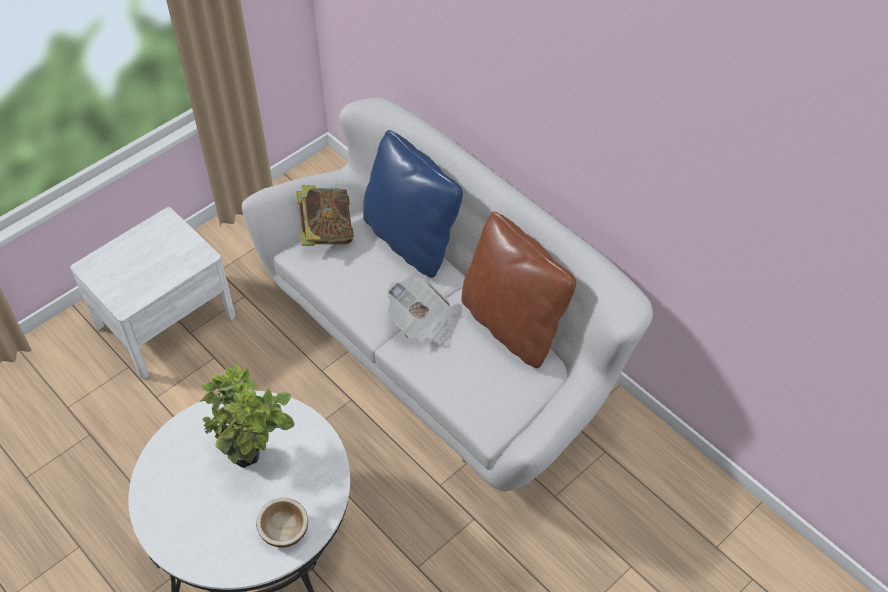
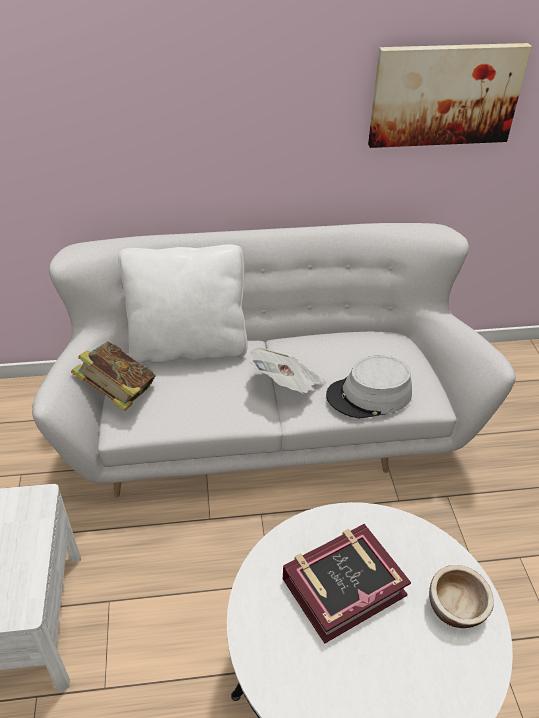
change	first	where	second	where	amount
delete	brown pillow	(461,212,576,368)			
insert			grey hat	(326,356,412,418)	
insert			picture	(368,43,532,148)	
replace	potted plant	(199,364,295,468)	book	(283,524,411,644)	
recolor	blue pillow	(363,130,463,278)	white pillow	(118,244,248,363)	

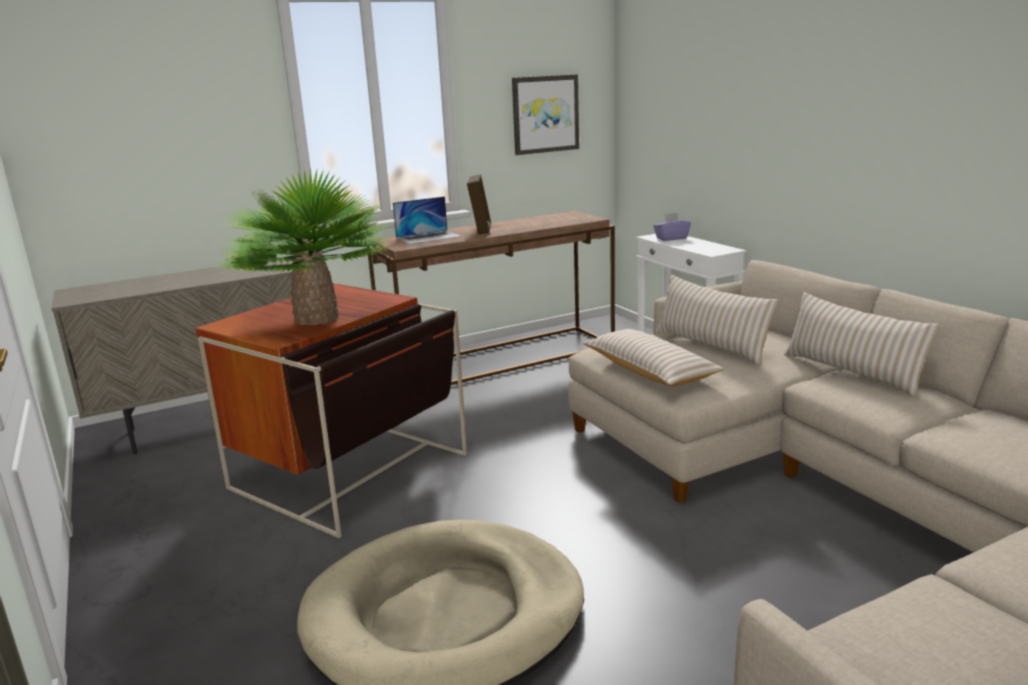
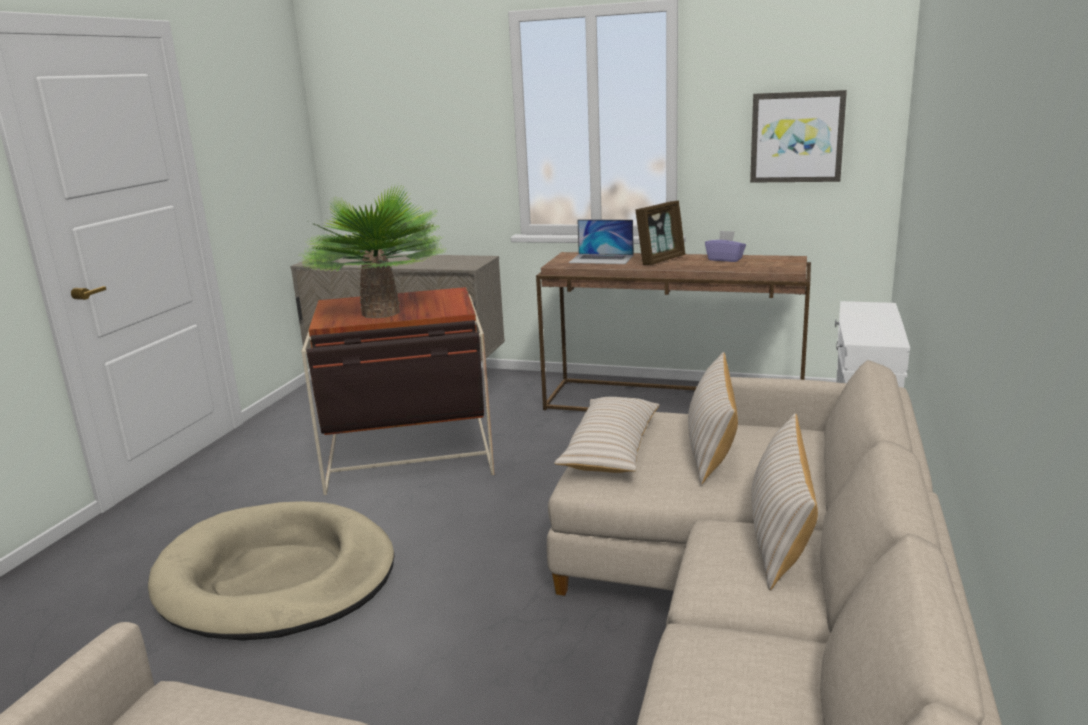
change	first	where	second	where	amount
move	purple tissue box	(654,213,691,241)		(705,231,746,262)	

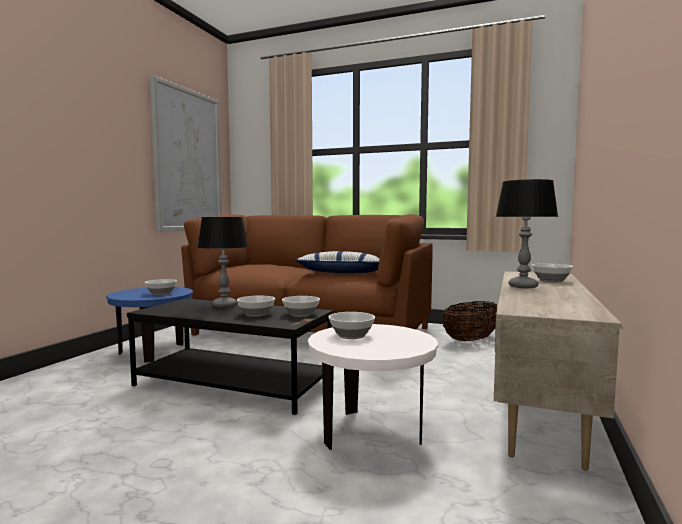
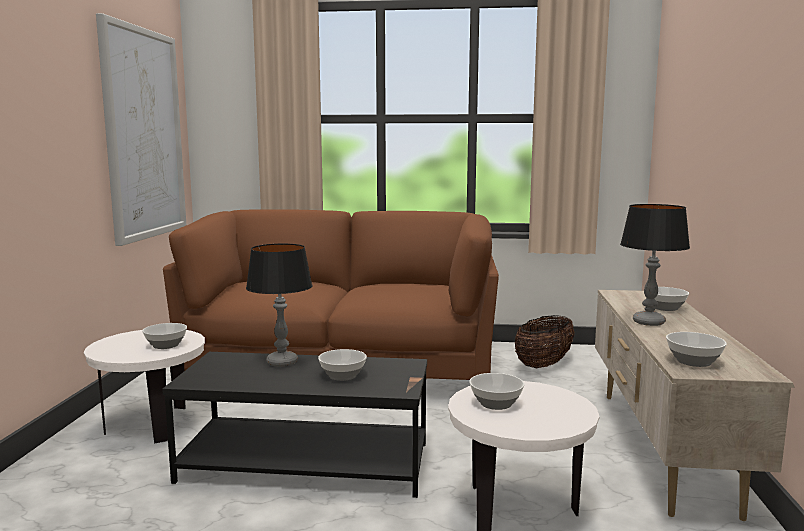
change	first	where	second	where	amount
delete	pillow	(294,251,380,273)			
move	bowl	(282,296,320,317)		(666,332,727,367)	
recolor	blue side table	(106,287,193,363)	white side table	(84,330,205,444)	

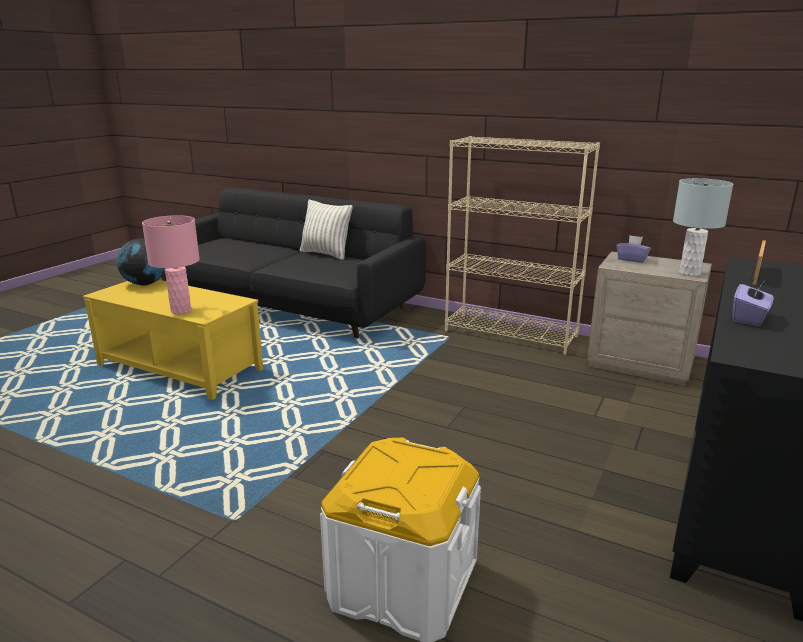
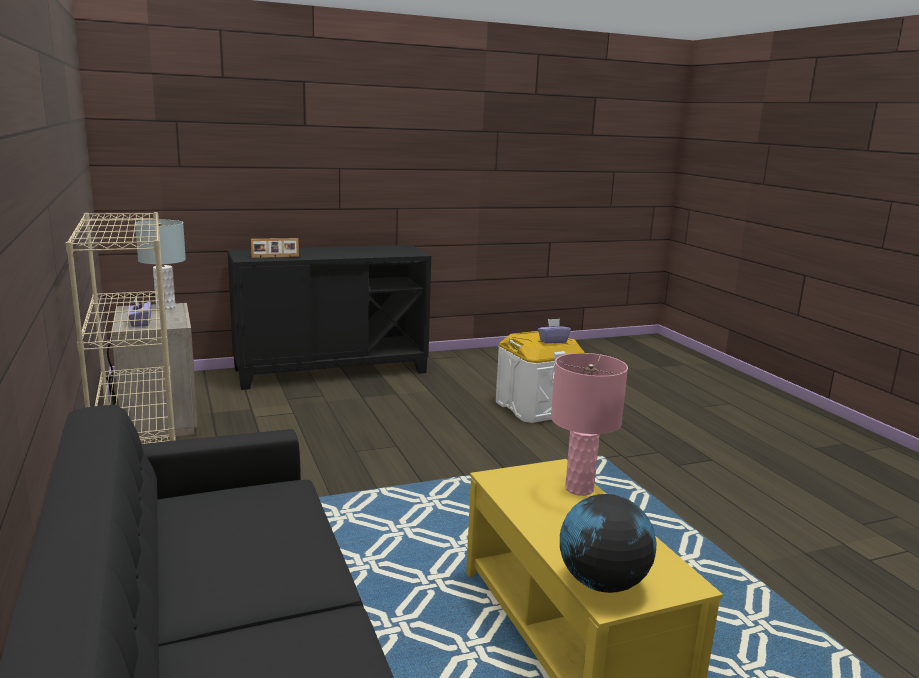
change	first	where	second	where	amount
delete	pillow	(300,200,353,260)			
move	purple tissue box	(733,283,774,326)		(538,319,571,344)	

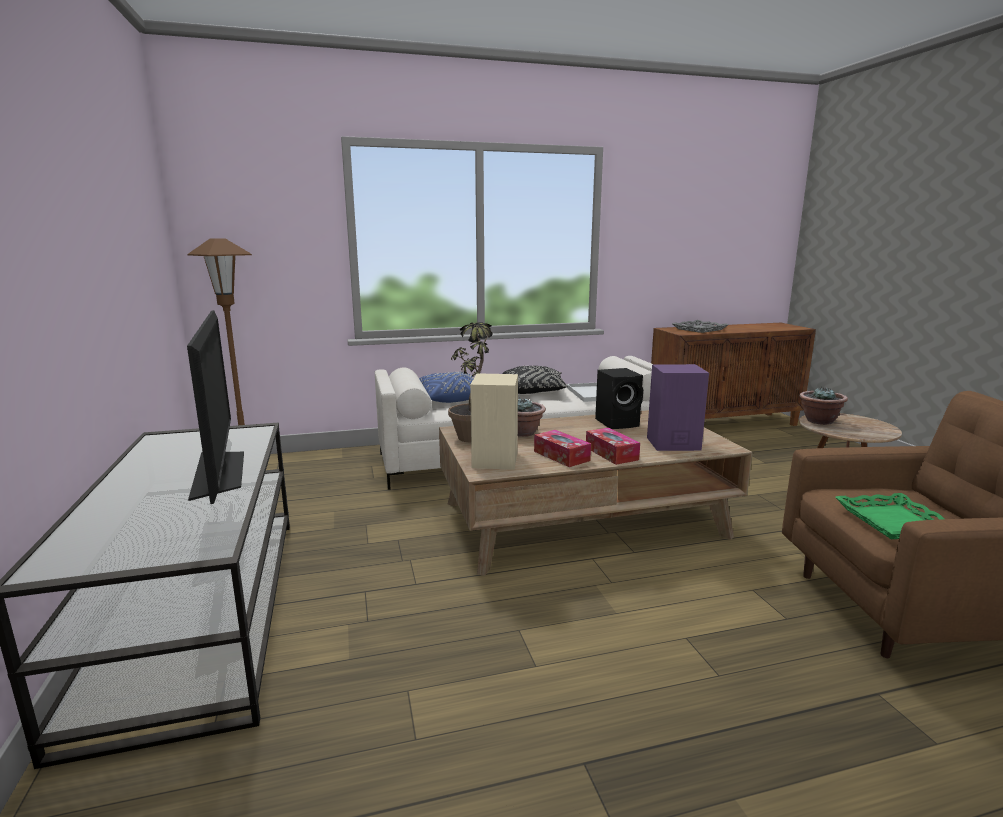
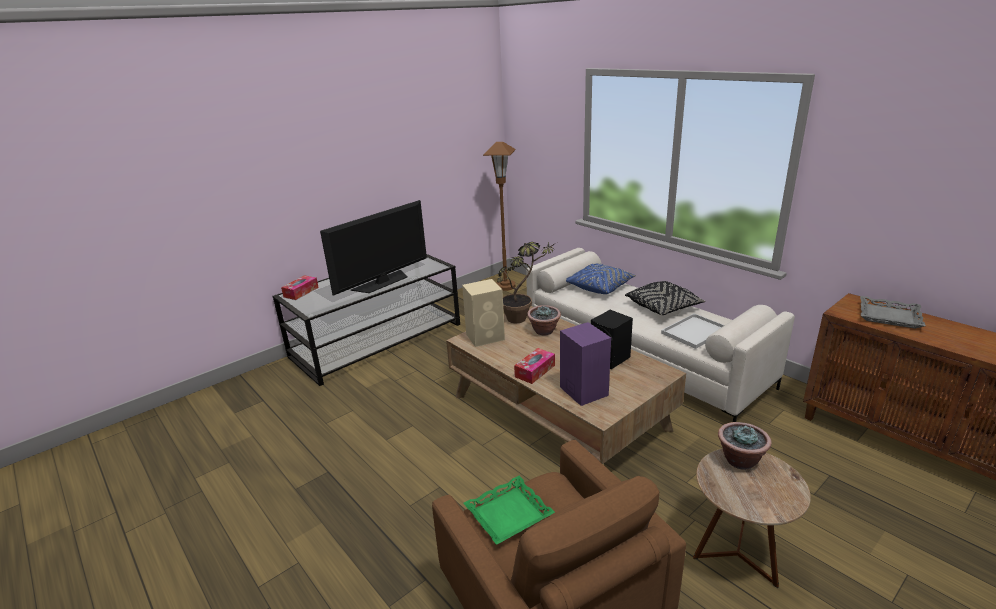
change	first	where	second	where	amount
move	tissue box	(534,430,591,467)		(281,275,319,300)	

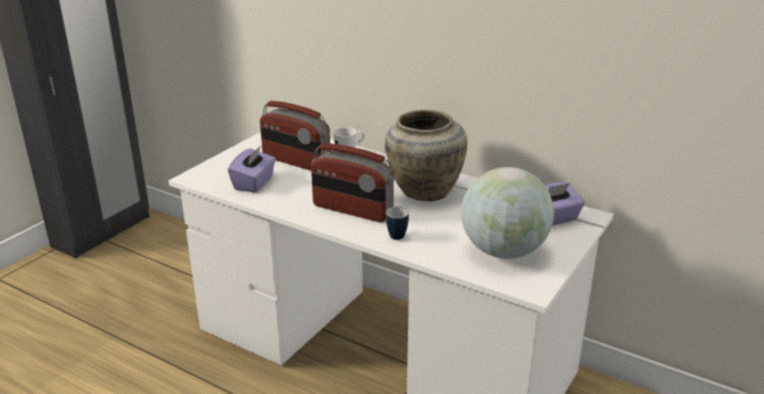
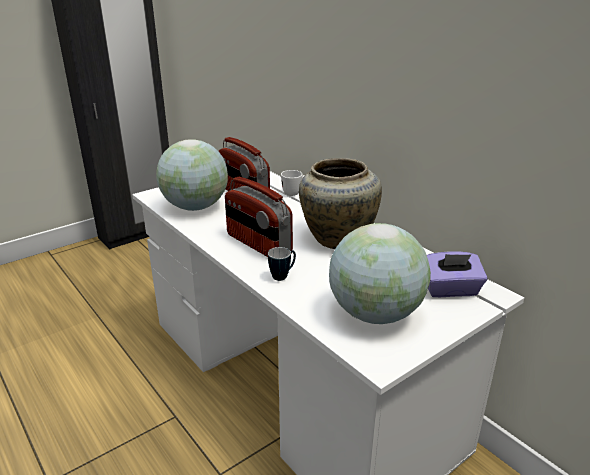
change	first	where	second	where	amount
replace	purple tissue box	(228,146,276,193)	globe	(156,139,228,211)	

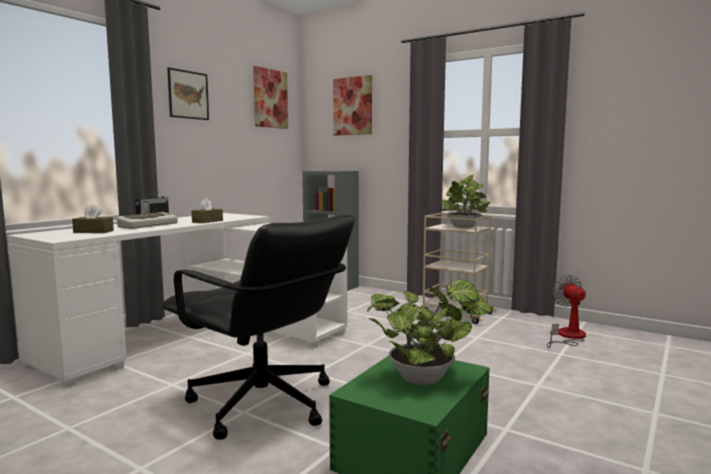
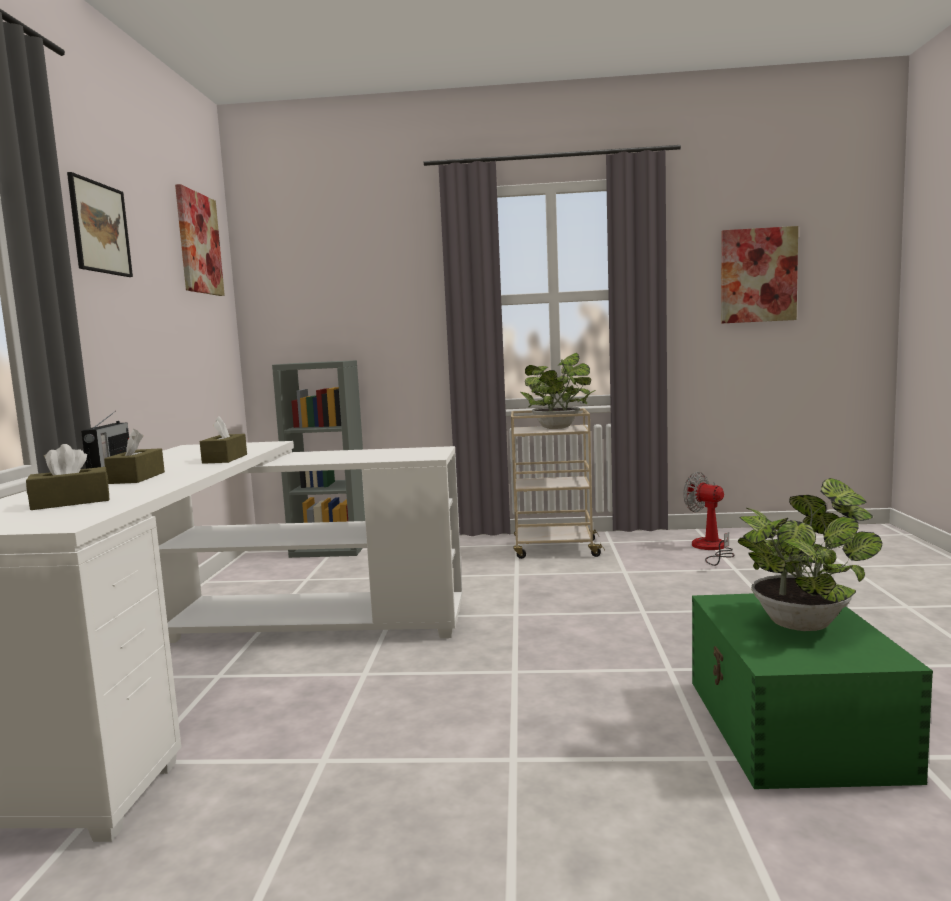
change	first	where	second	where	amount
delete	black office chair	(161,214,355,440)			
move	picture	(333,75,372,136)		(721,226,798,324)	
replace	keyboard	(117,212,178,229)	brown tissue box	(104,429,165,484)	

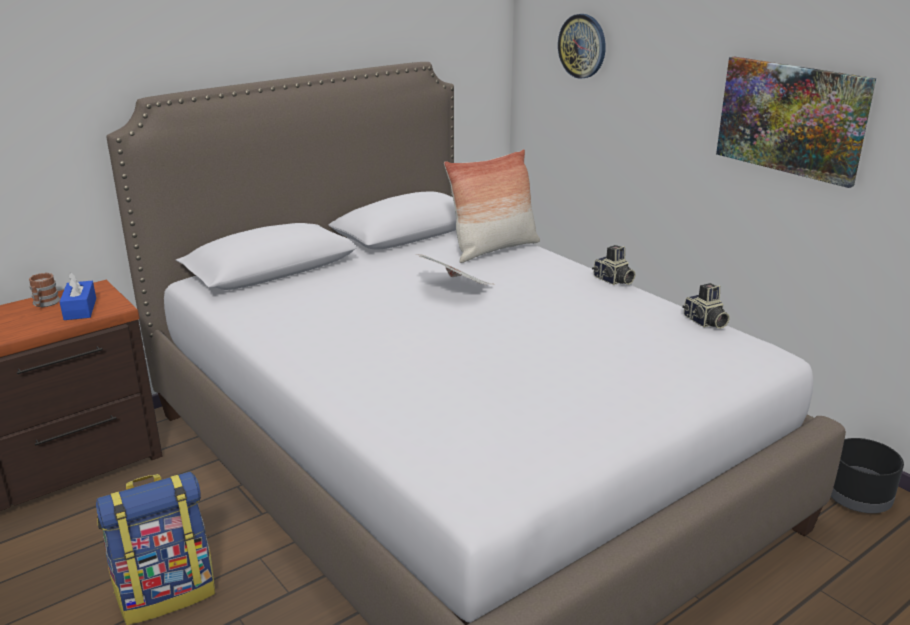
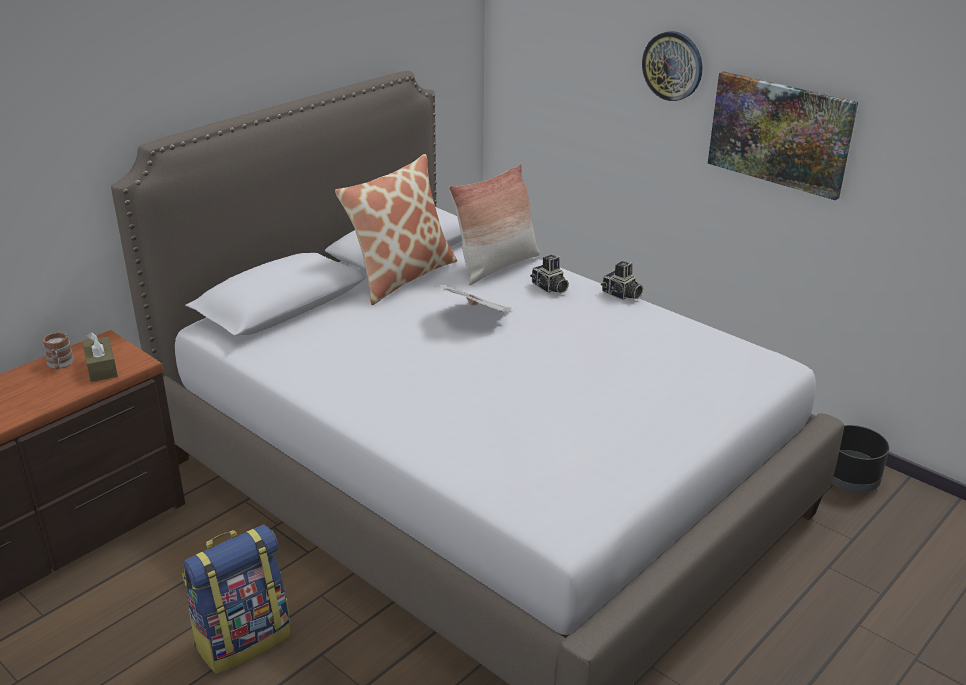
change	first	where	second	where	amount
insert			pillow	(335,154,457,305)	
move	wall clock	(558,14,606,79)		(642,31,702,101)	
move	photo camera	(682,283,730,329)		(530,255,569,294)	
recolor	blue tissue box	(60,272,96,320)	brown tissue box	(82,332,118,382)	

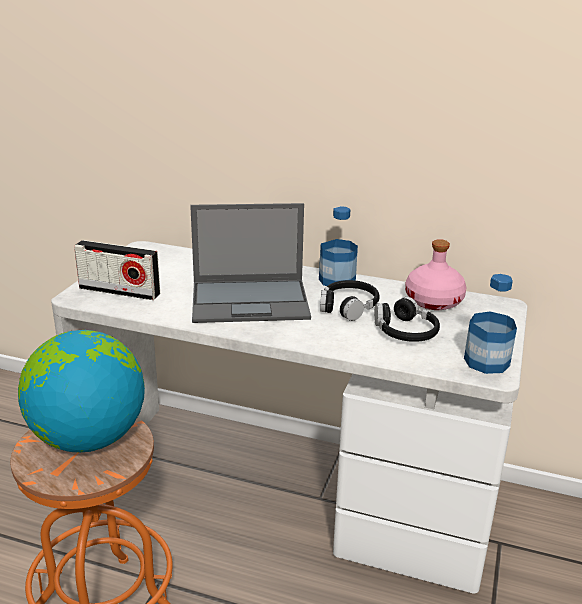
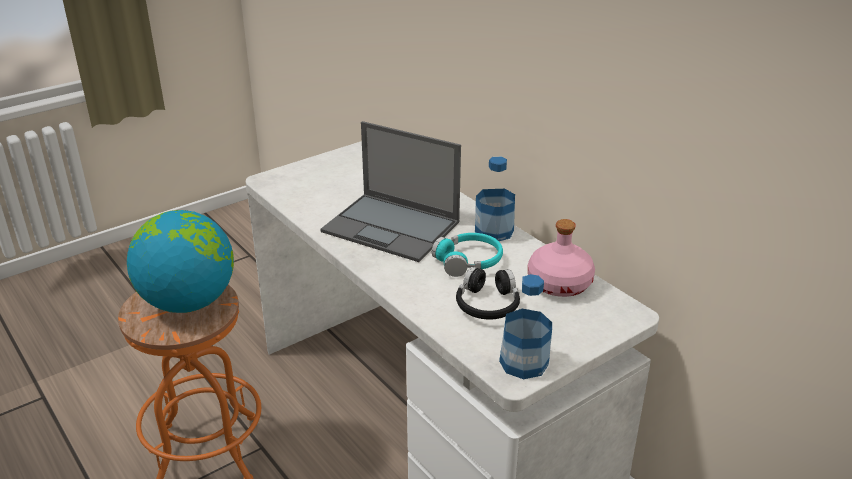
change	first	where	second	where	amount
delete	radio	(74,240,160,300)			
recolor	black headphones	(320,280,380,321)	turquoise headphones	(432,233,503,277)	

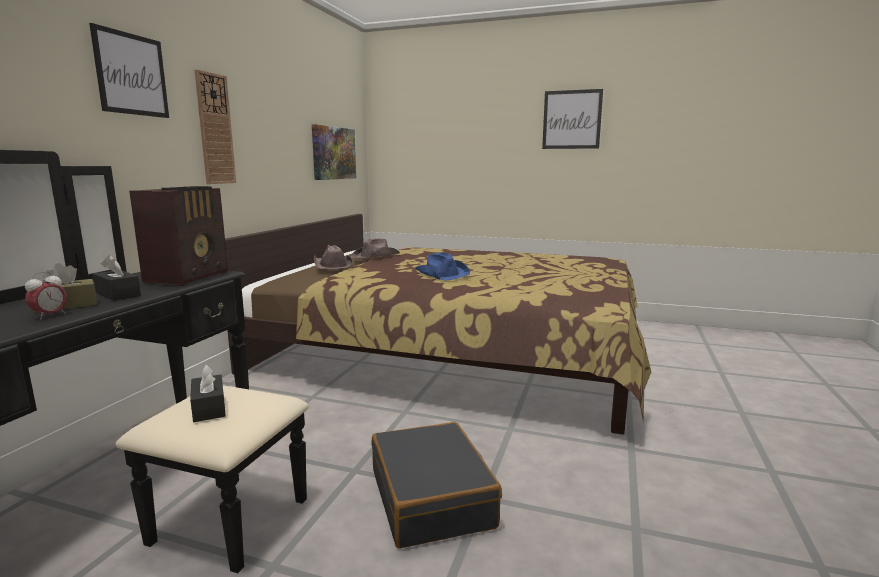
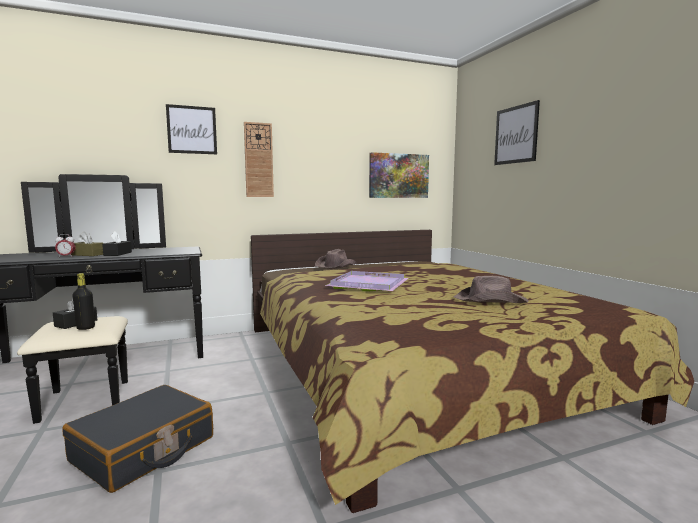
change	first	where	second	where	amount
delete	radio	(129,186,228,286)			
insert			black bottle	(72,273,95,330)	
move	brown hat	(351,238,400,259)		(454,276,528,303)	
move	picture	(542,89,603,149)		(494,100,540,165)	
replace	blue hat	(416,253,470,281)	purple tray	(325,271,408,291)	

